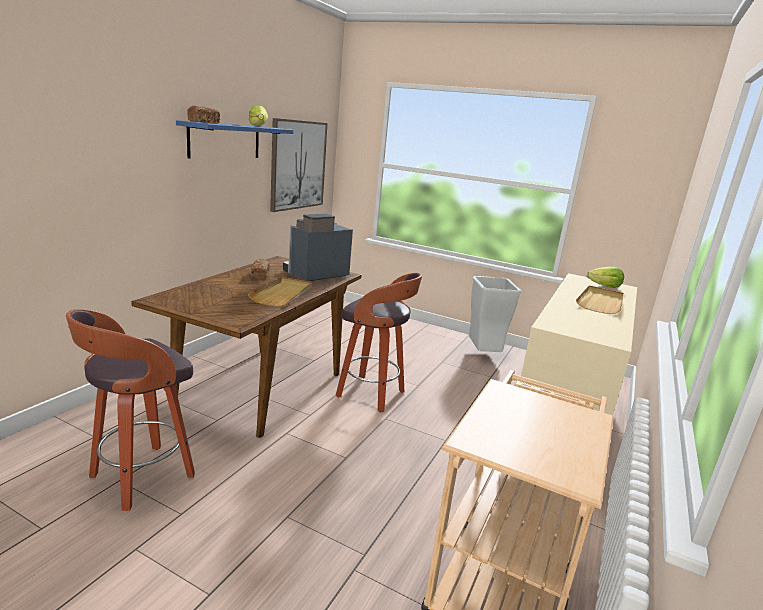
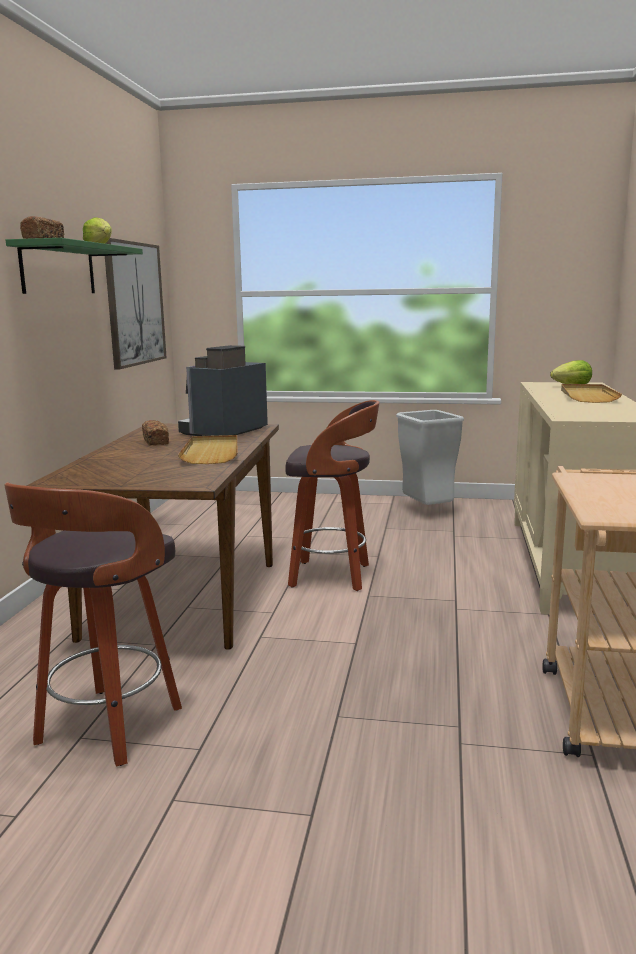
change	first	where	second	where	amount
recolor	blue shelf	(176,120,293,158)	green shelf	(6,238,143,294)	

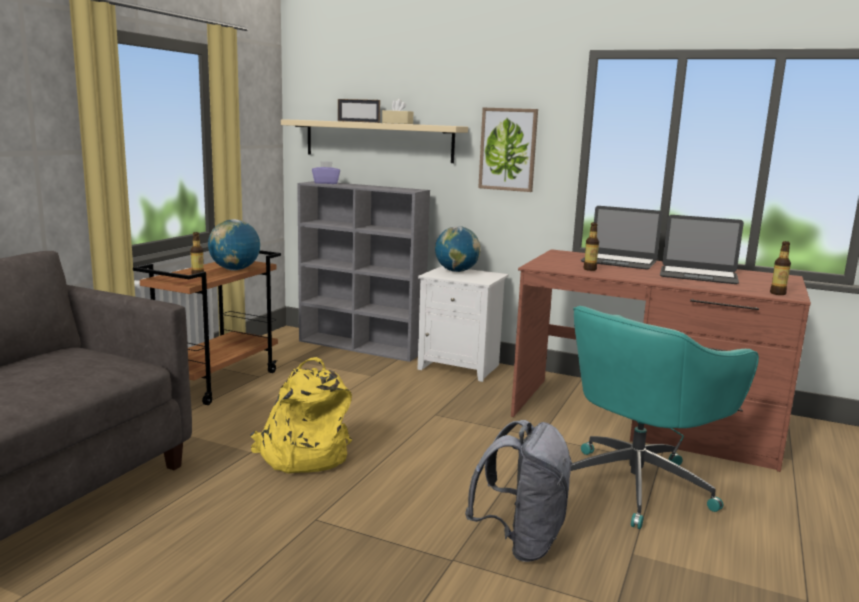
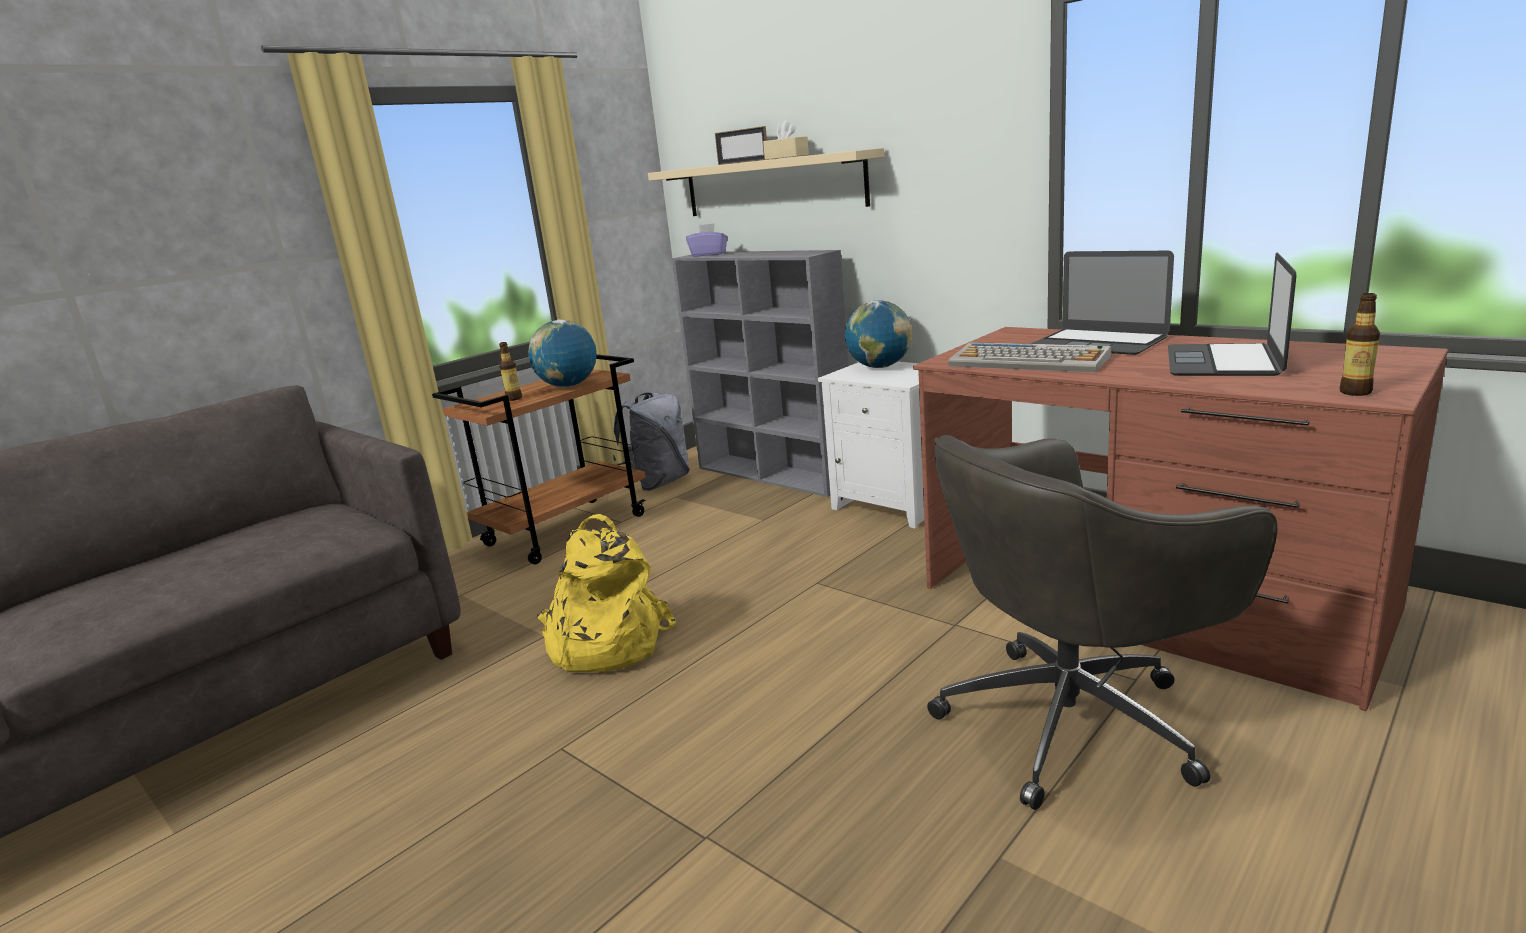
change	first	where	second	where	amount
delete	picture	(478,108,538,192)			
move	grey backpack	(465,420,573,562)		(613,392,690,491)	
replace	bottle	(583,222,599,271)	keyboard	(948,342,1112,373)	
recolor	turquoise office chair	(571,306,759,529)	grey office chair	(927,435,1277,810)	
rotate	laptop	(660,215,744,284)		(1168,252,1296,376)	75 degrees clockwise

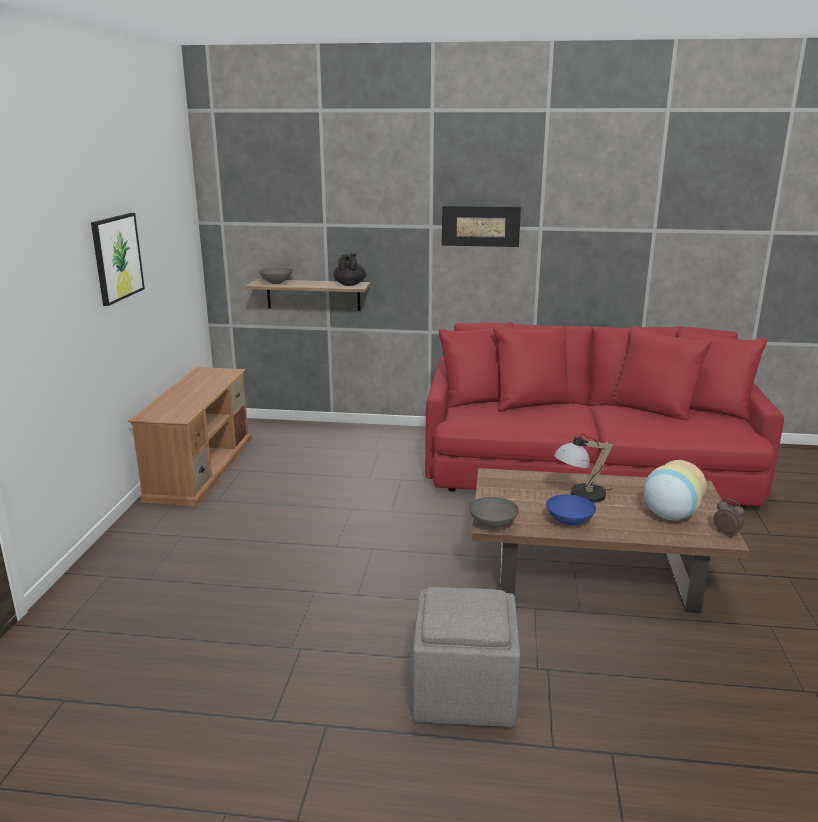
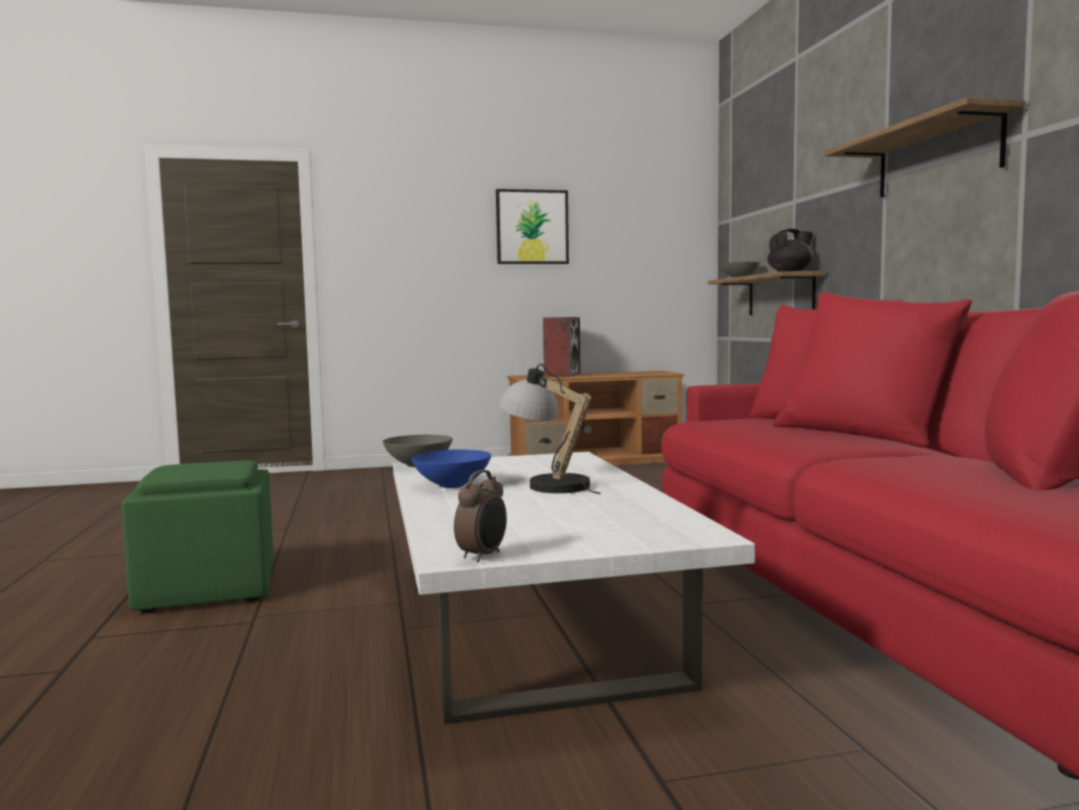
change	first	where	second	where	amount
delete	vase	(644,460,707,520)			
insert			speaker	(543,317,581,377)	
replace	picture	(442,206,521,247)	shelf	(824,97,1026,197)	
recolor	grey ottoman	(413,587,520,727)	green ottoman	(121,460,274,612)	
recolor	brown coffee table	(472,468,749,613)	white coffee table	(393,452,755,724)	

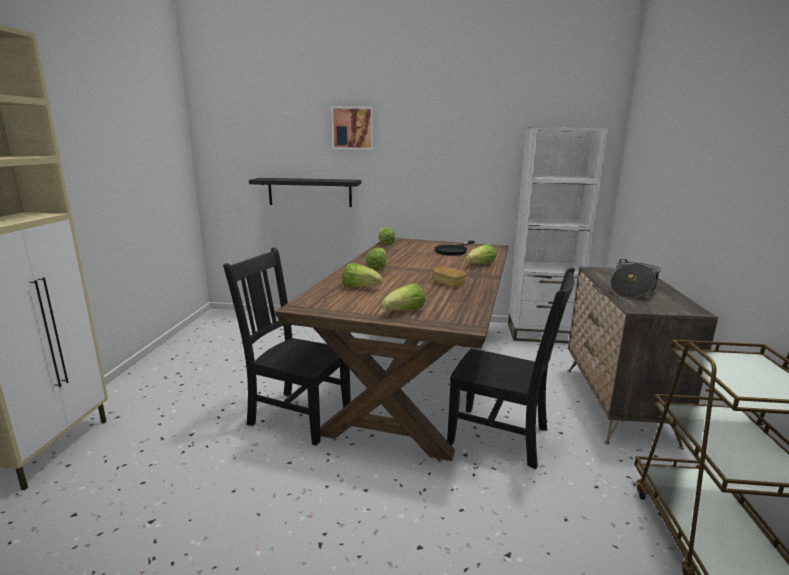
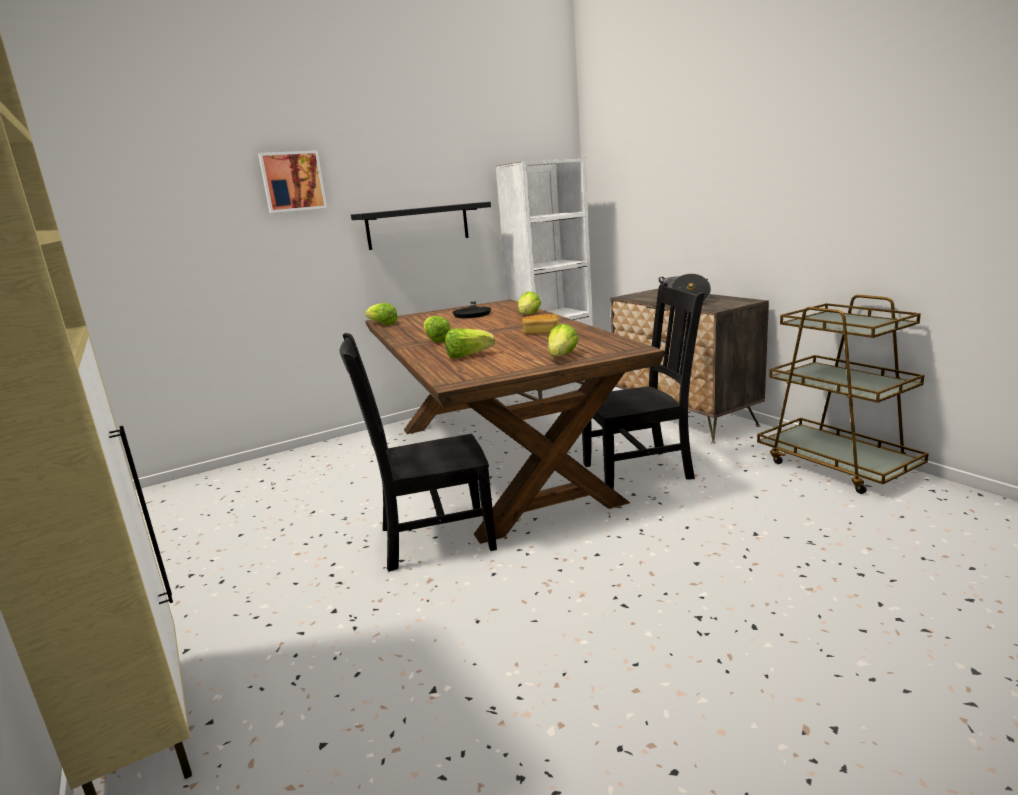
change	first	where	second	where	amount
move	black shelf	(249,178,361,207)		(351,202,491,250)	

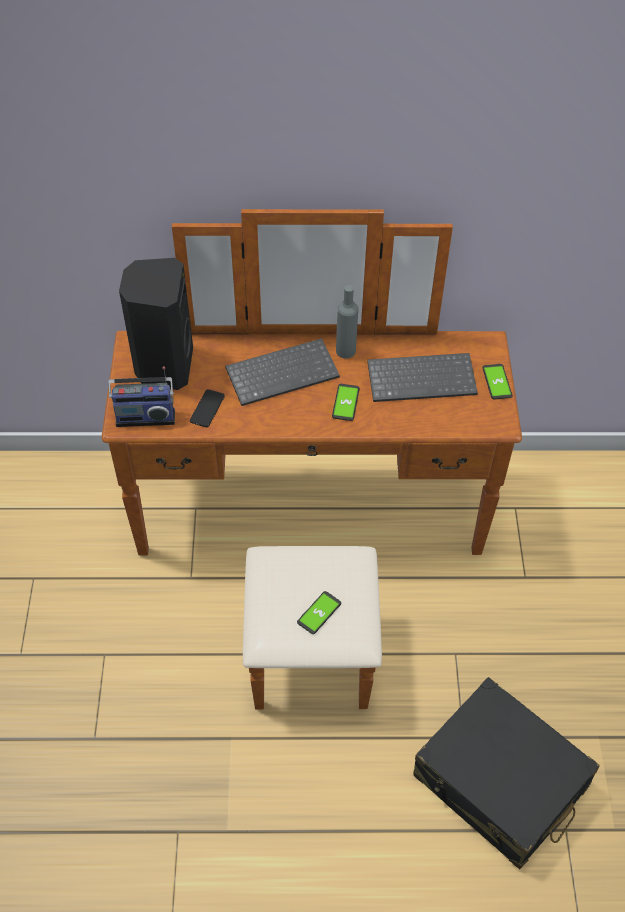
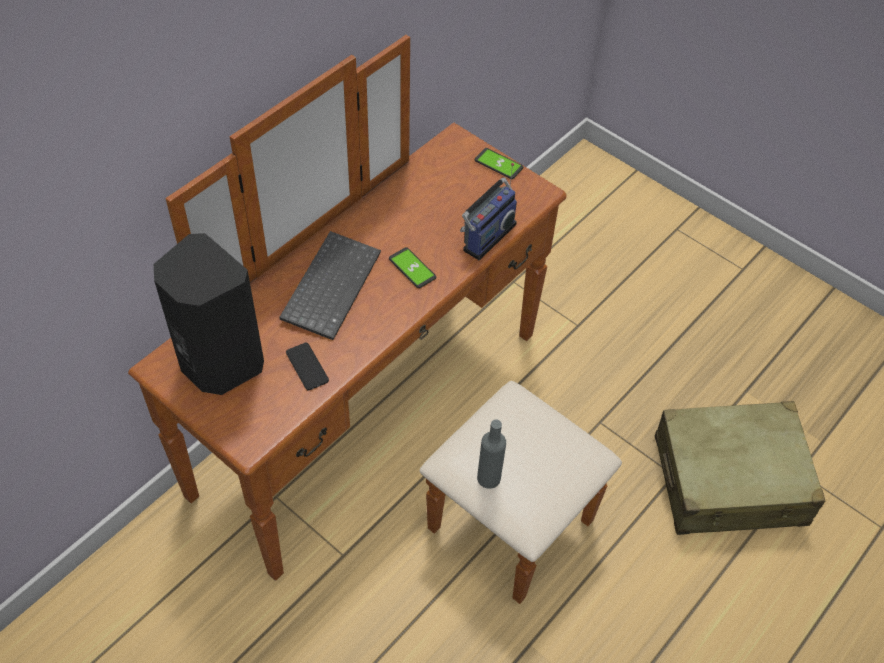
change	first	where	second	where	amount
delete	phone	(297,591,341,634)			
delete	keyboard	(367,353,478,402)			
move	radio	(108,366,175,427)		(460,163,517,260)	
move	grey bottle	(336,285,358,359)		(477,420,506,489)	
recolor	black suitcase	(413,677,600,869)	beige suitcase	(654,401,825,535)	

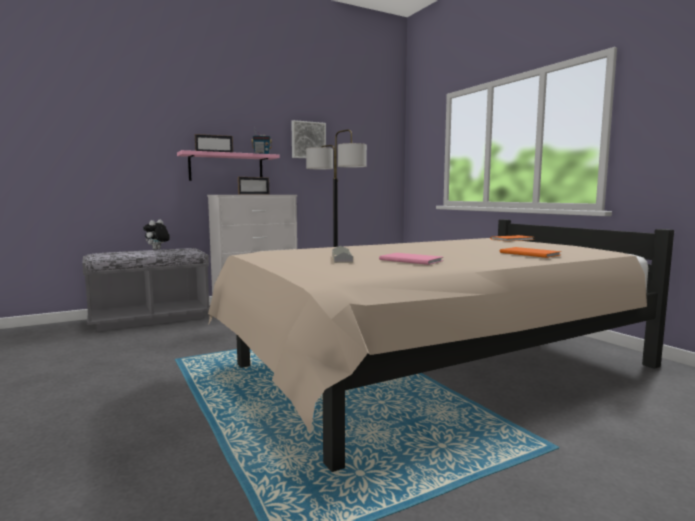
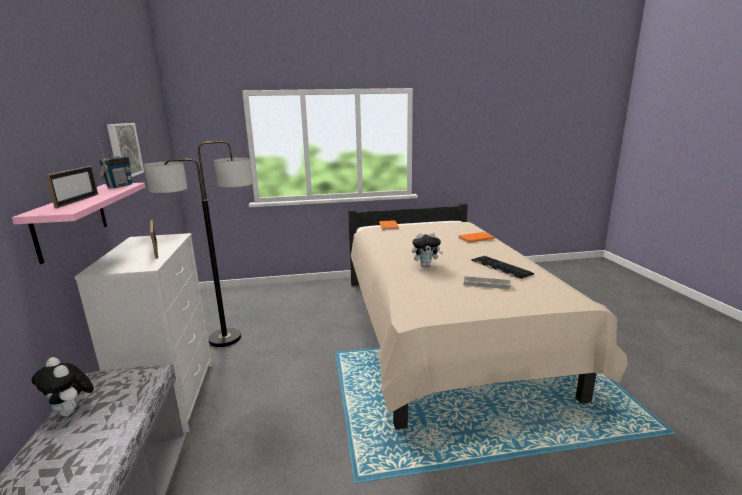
change	first	where	second	where	amount
insert			plush toy	(412,232,443,267)	
replace	pink book	(379,253,443,265)	keyboard	(472,256,534,279)	

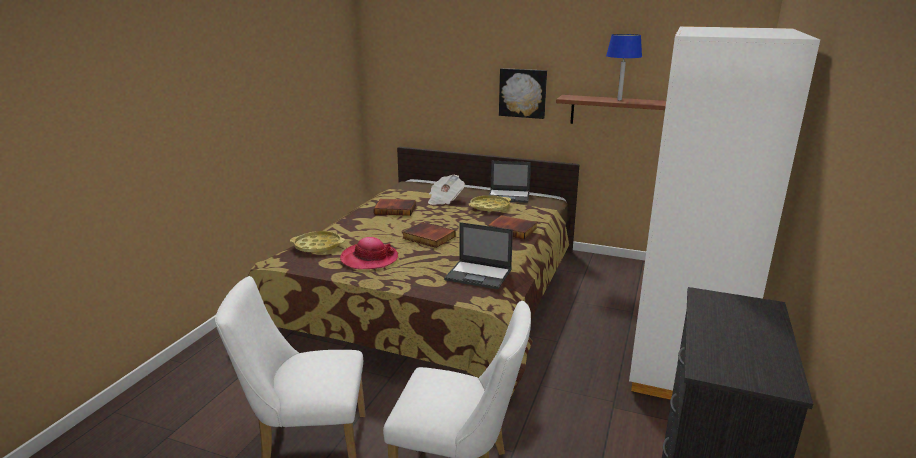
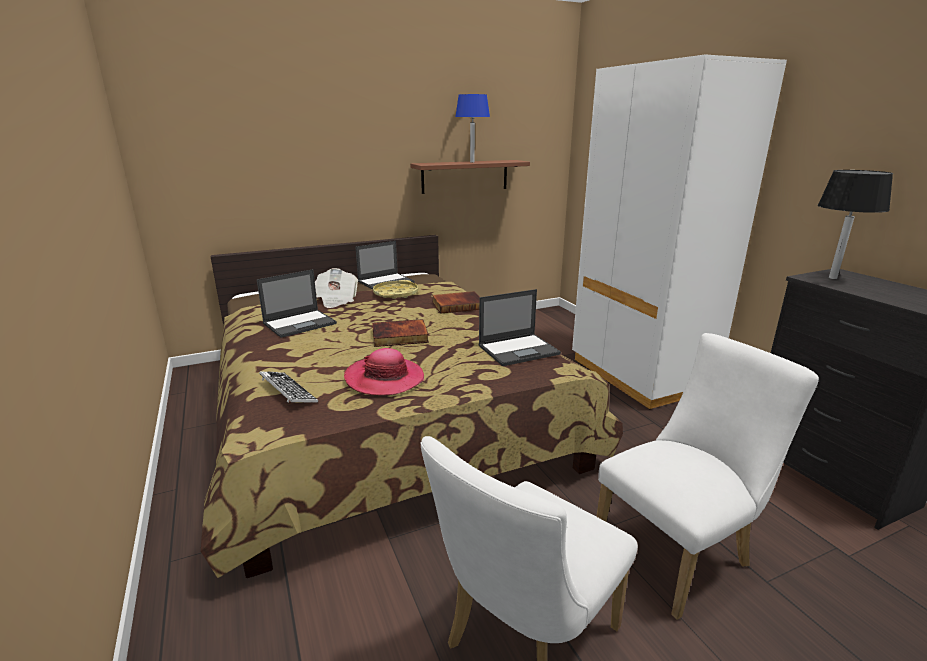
change	first	where	second	where	amount
delete	picture	(499,68,547,119)			
insert			black table lamp	(817,170,893,279)	
replace	yellow tray	(290,231,345,253)	keyboard	(259,371,318,403)	
replace	book	(374,199,416,216)	laptop	(257,269,337,338)	

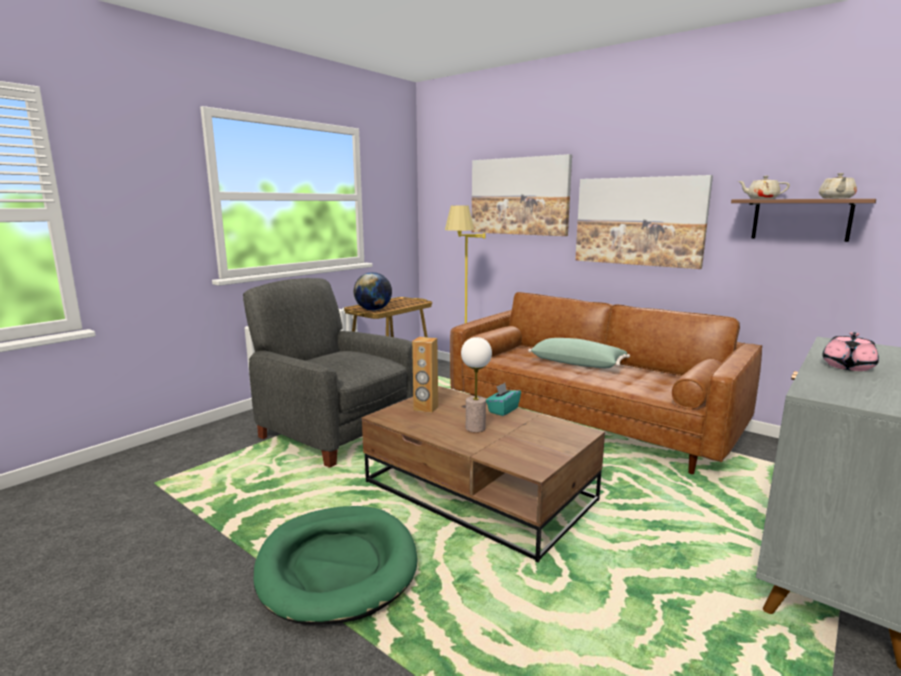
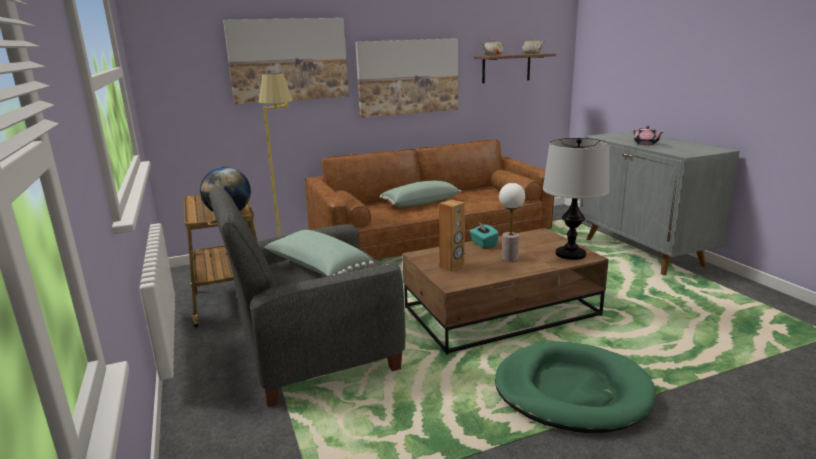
change	first	where	second	where	amount
insert			green pillow	(264,230,374,276)	
insert			table lamp	(543,138,609,260)	

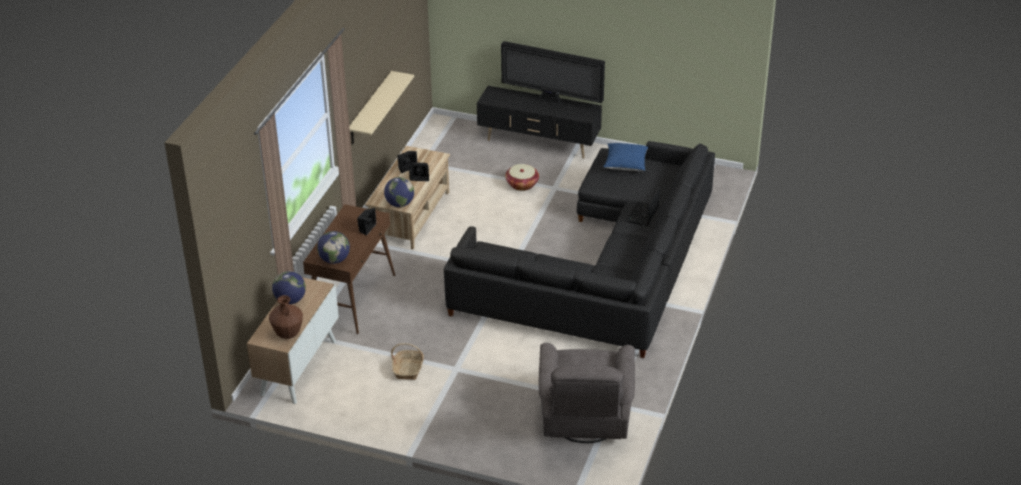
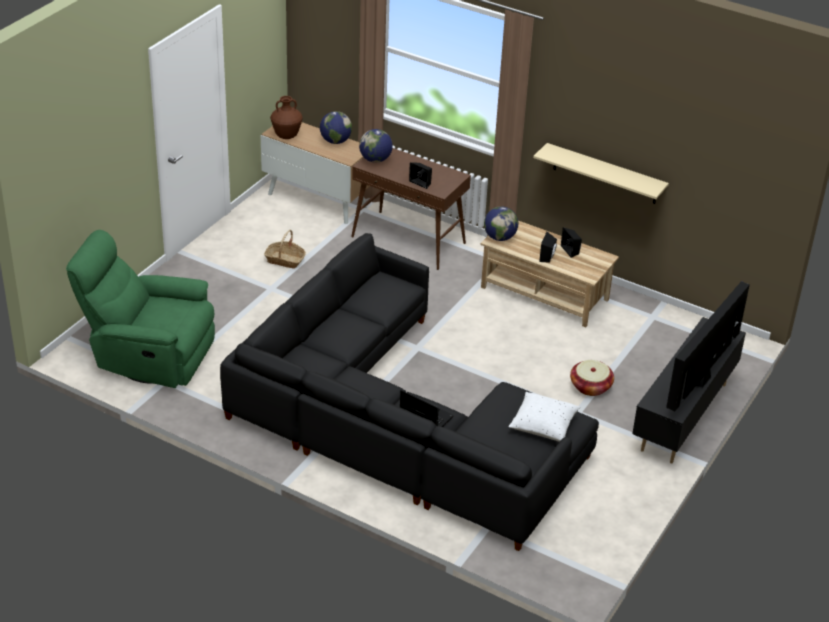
change	first	where	second	where	amount
recolor	grey armchair	(539,343,635,443)	green armchair	(66,230,215,388)	
recolor	blue pillow	(603,143,648,171)	white pillow	(508,392,580,442)	

